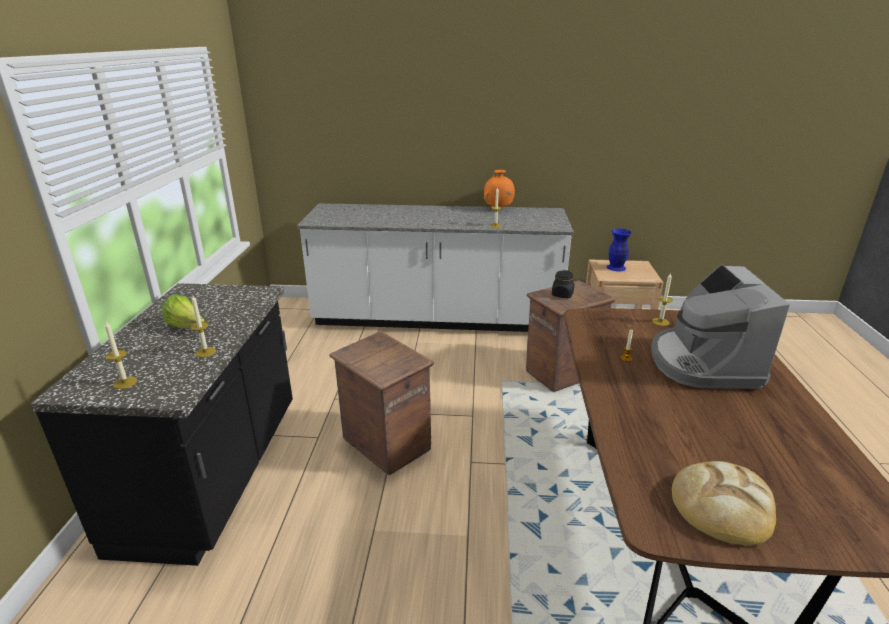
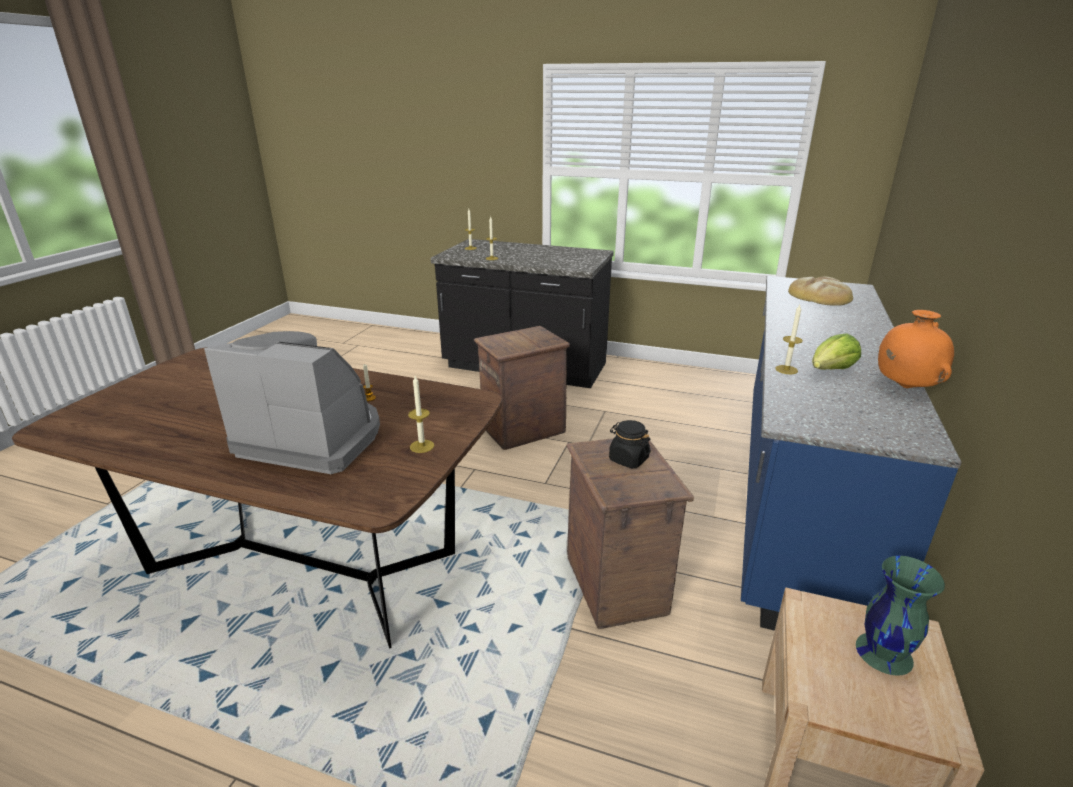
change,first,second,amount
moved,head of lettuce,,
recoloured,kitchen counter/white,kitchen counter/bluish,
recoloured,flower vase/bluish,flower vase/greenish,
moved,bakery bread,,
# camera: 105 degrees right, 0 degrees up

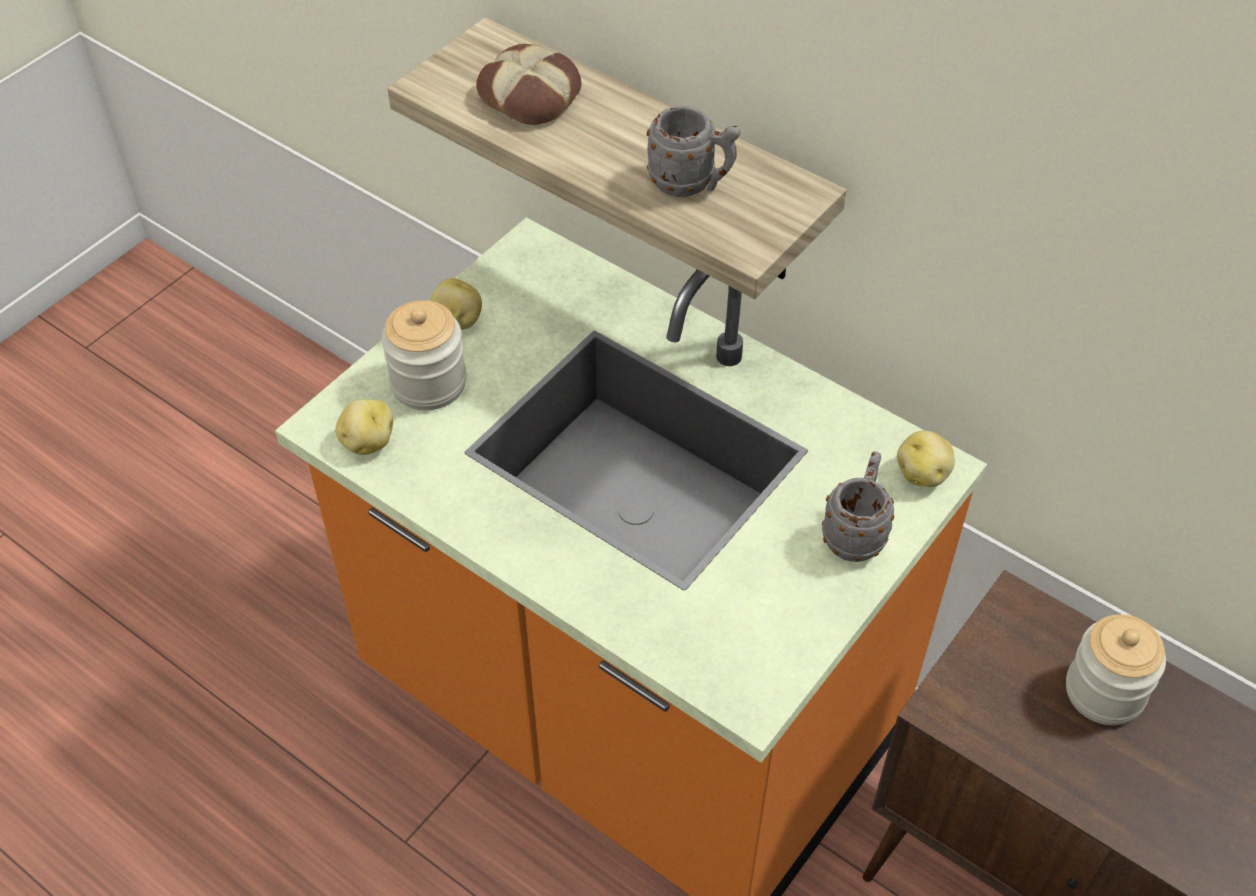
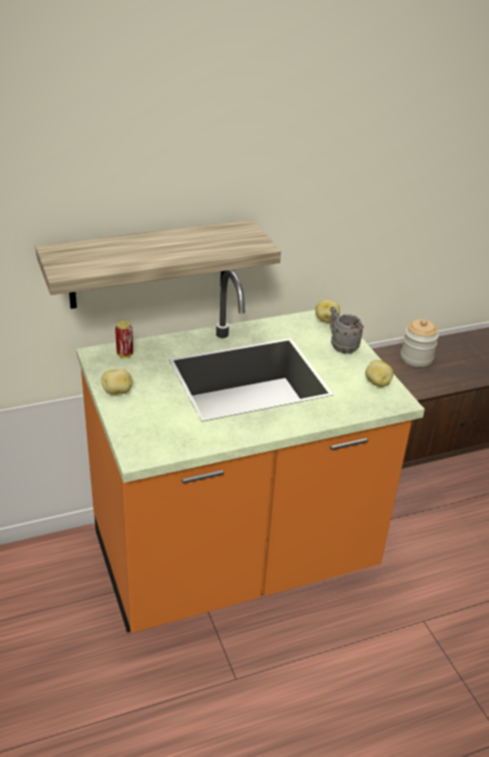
change,first,second,amount
moved,whole potato (1st from left in the first image),whole potato (3rd from left),
removed,jar (1st from left),,
removed,bakery bread,,
removed,tea mug/grey (1st from left),,
added,,sealed can,
# camera: 60 degrees left, 15 degrees down

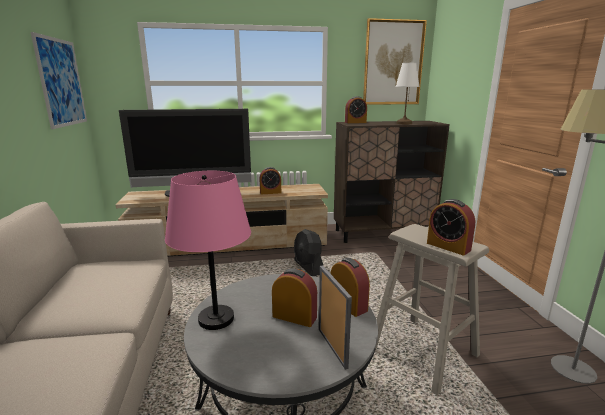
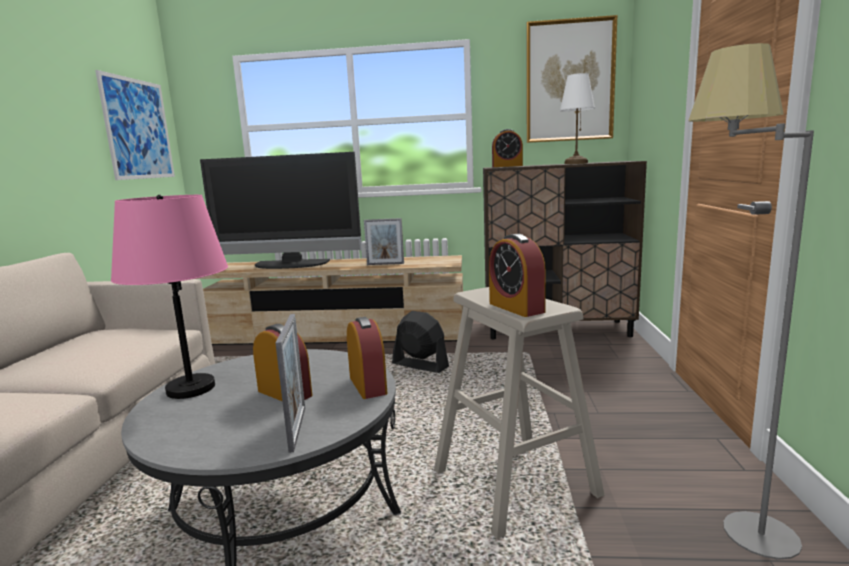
change,first,second,amount
replaced,table clock (1st from left),picture frame (2nd from left),
turned,cooling fan/blackish,,135 degrees clockwise
# camera: 15 degrees right, 5 degrees down

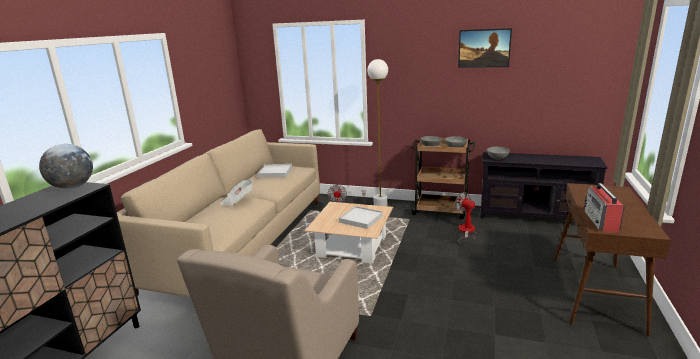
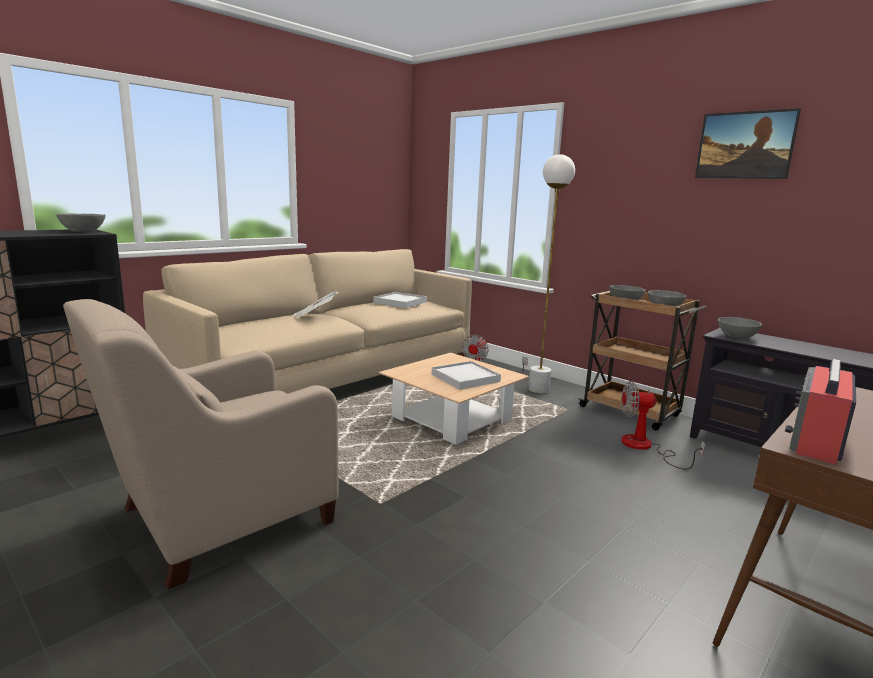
change,first,second,amount
replaced,globe,serving bowl/grey (1st from left),
turned,cooling fan (2nd from left),,75 degrees counterclockwise
# camera: 25 degrees right, 5 degrees down

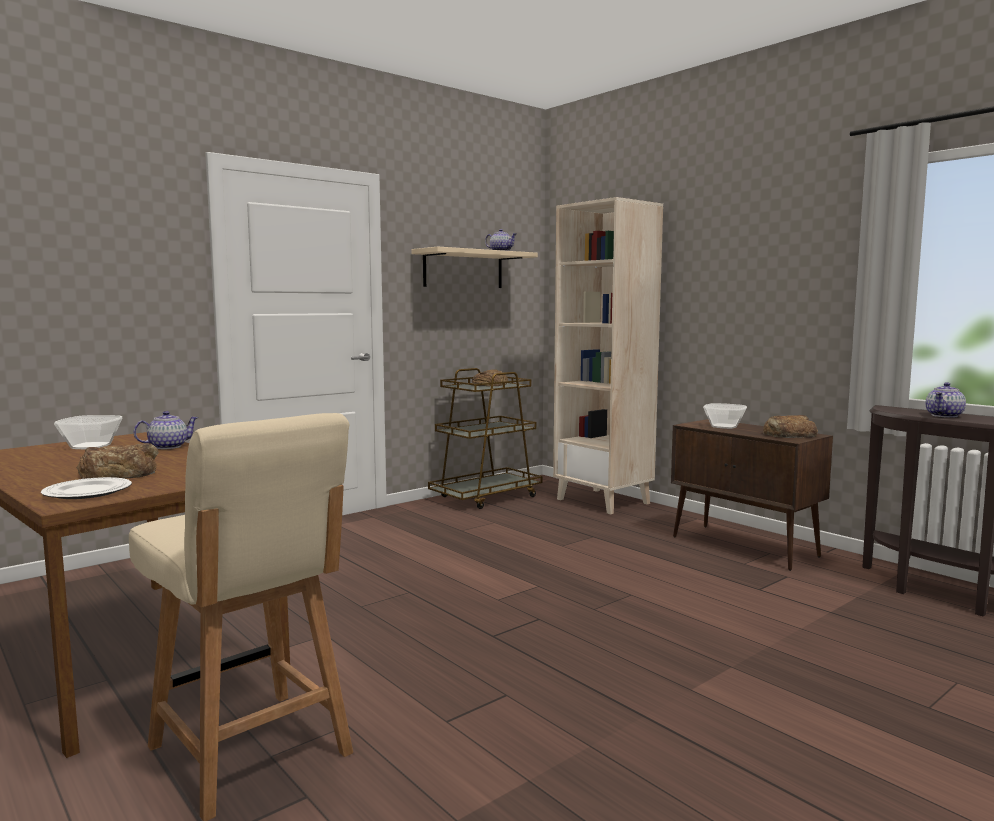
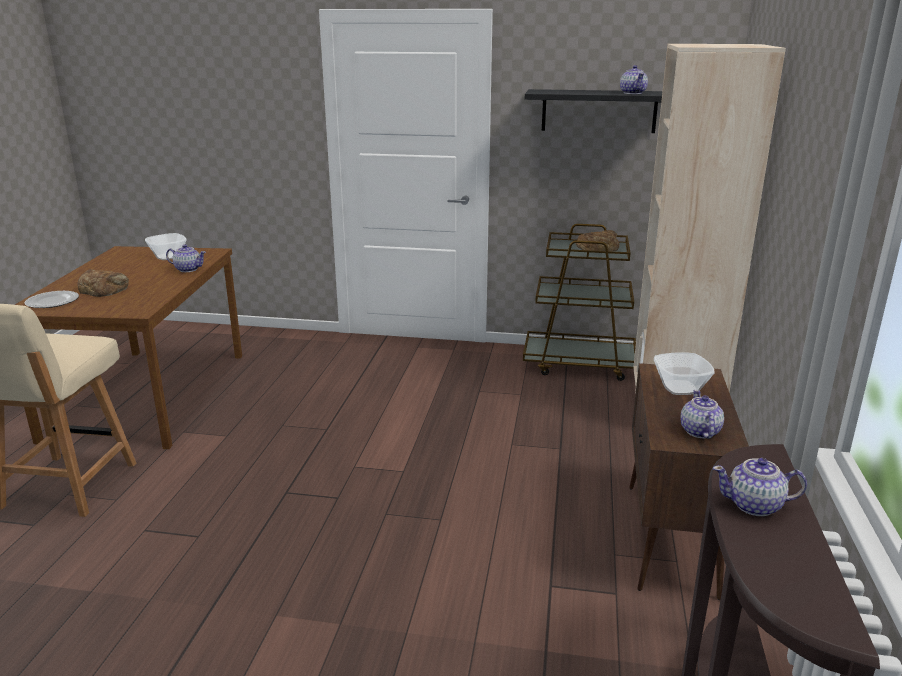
change,first,second,amount
recoloured,shelf/beige,shelf/blackish,
replaced,bakery bread (3rd from left),tea pot (3rd from left),
# camera: 50 degrees right, 15 degrees up

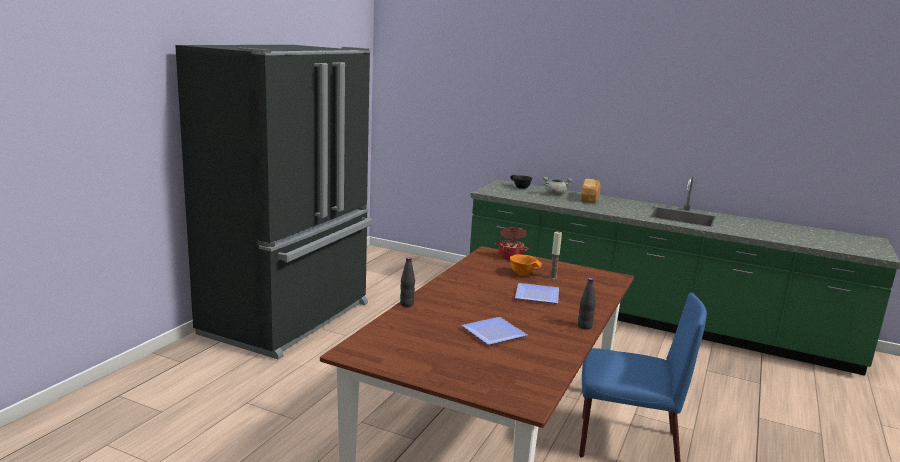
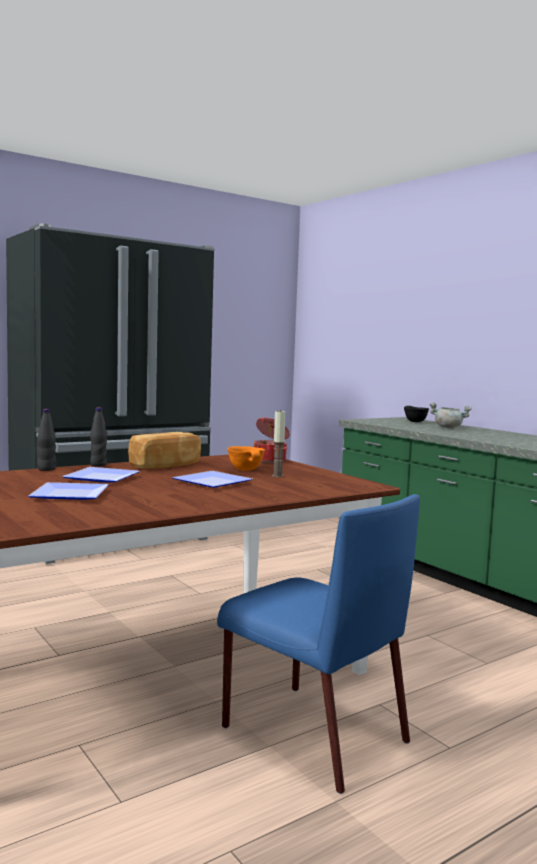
change,first,second,amount
moved,bottle/blackish (2nd from left),,
moved,bakery bread,,
added,,dinner plate (2nd from left),
# camera: 30 degrees right, 10 degrees down

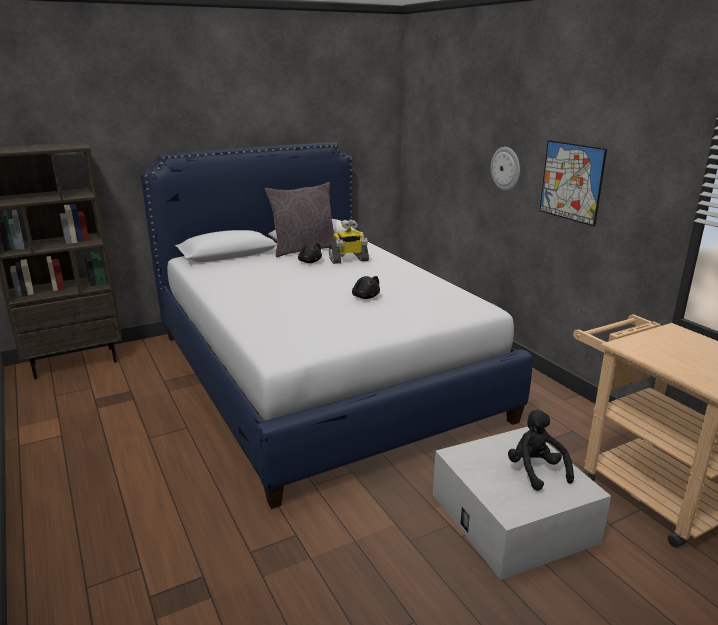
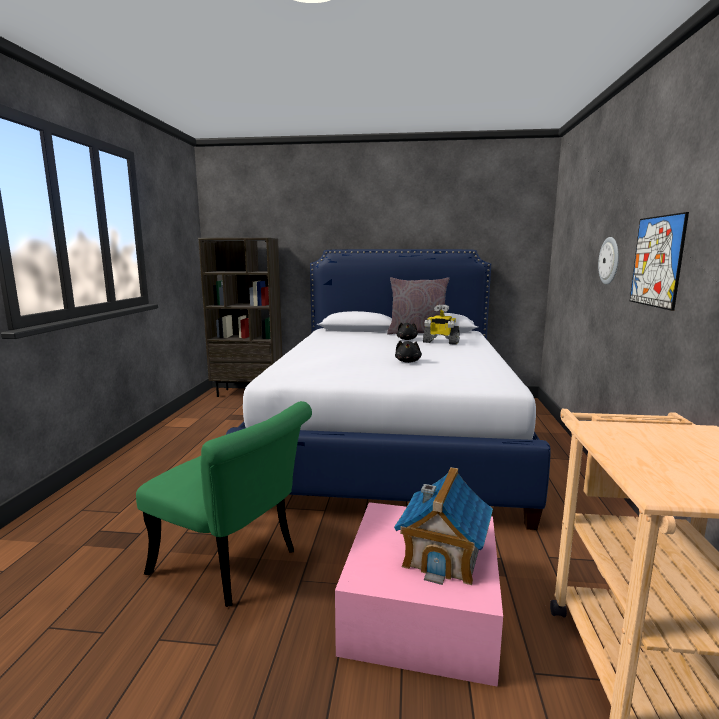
change,first,second,amount
recoloured,storage container/white,storage container/pink,
replaced,cuddly toy/blackish (3rd from left),miniature house,
added,,upright chair/greenish,
# camera: 35 degrees right, 10 degrees down

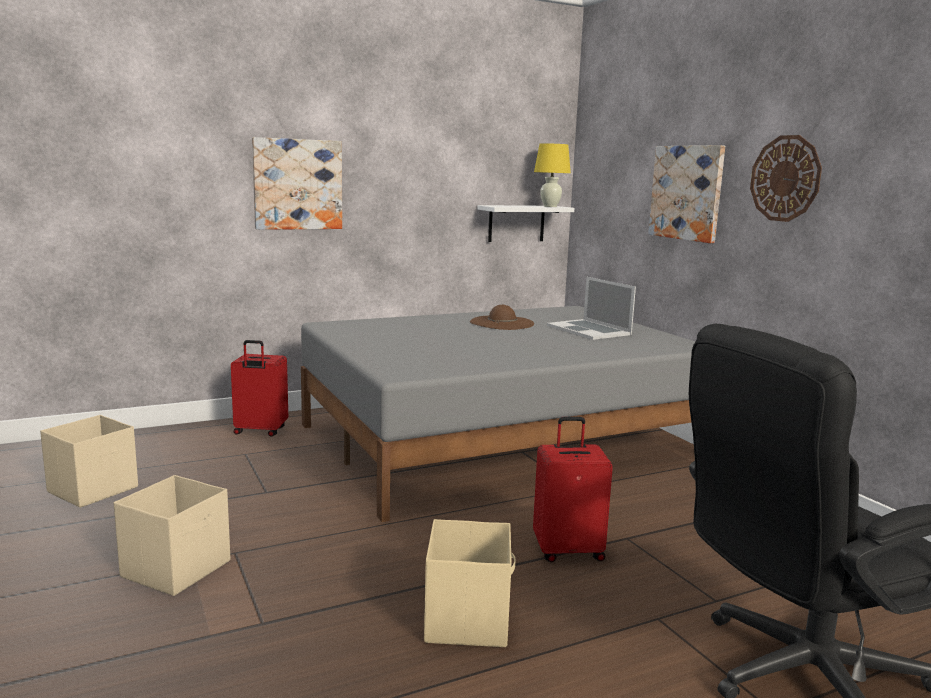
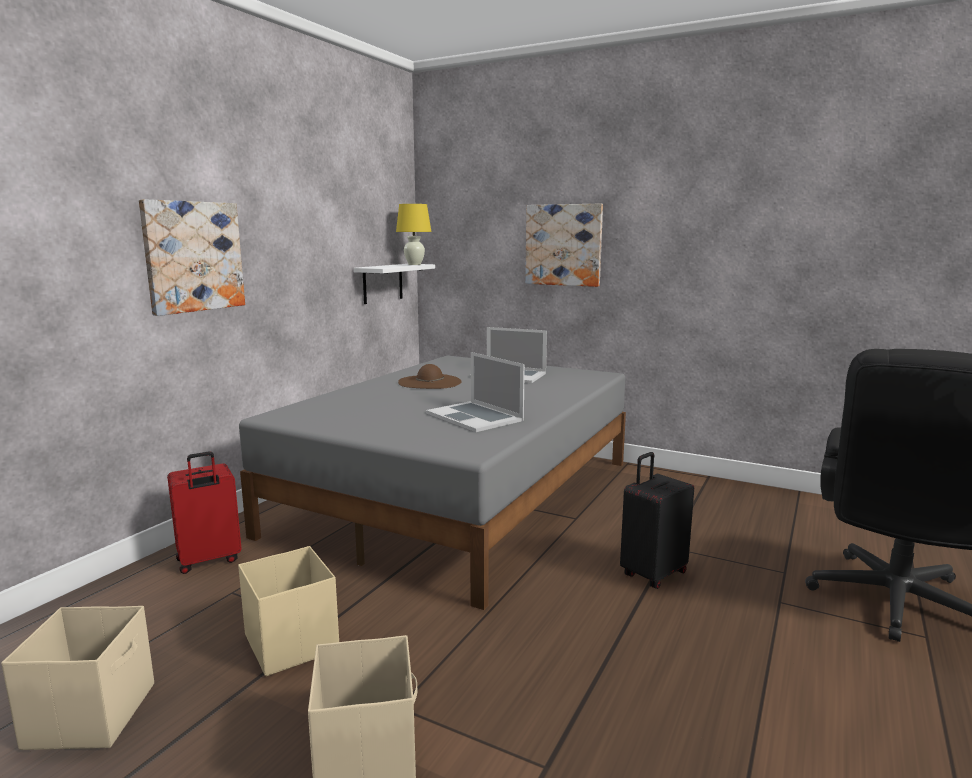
change,first,second,amount
moved,storage container/beige (3rd from left in the first image),storage container/beige (2nd from left),
recoloured,travel case/reddish (2nd from left),travel case/blackish,
removed,wall clock,,
added,,portable computer (1st from left),
# camera: 35 degrees left, 0 degrees up

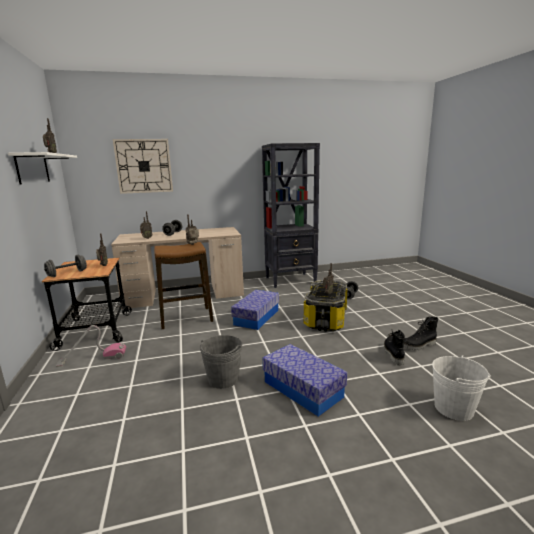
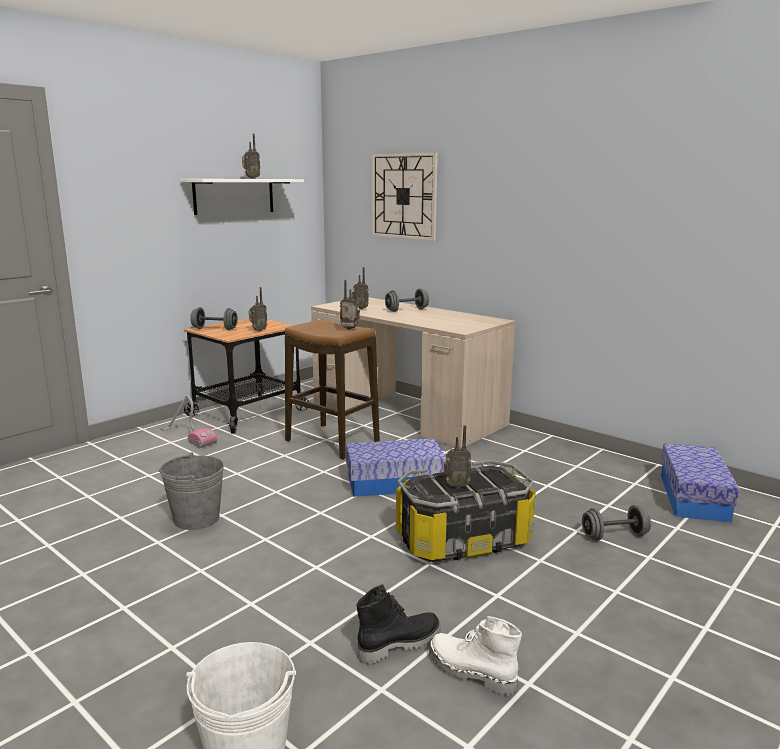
change,first,second,amount
removed,shelving unit/blackish,,
moved,storage container (2nd from left in the first image),storage container (3rd from left),
recoloured,tall boot/blackish (2nd from left),tall boot/white,
# camera: 55 degrees right, 0 degrees up

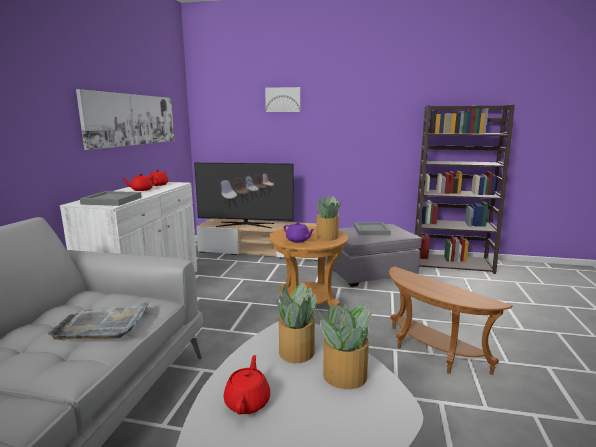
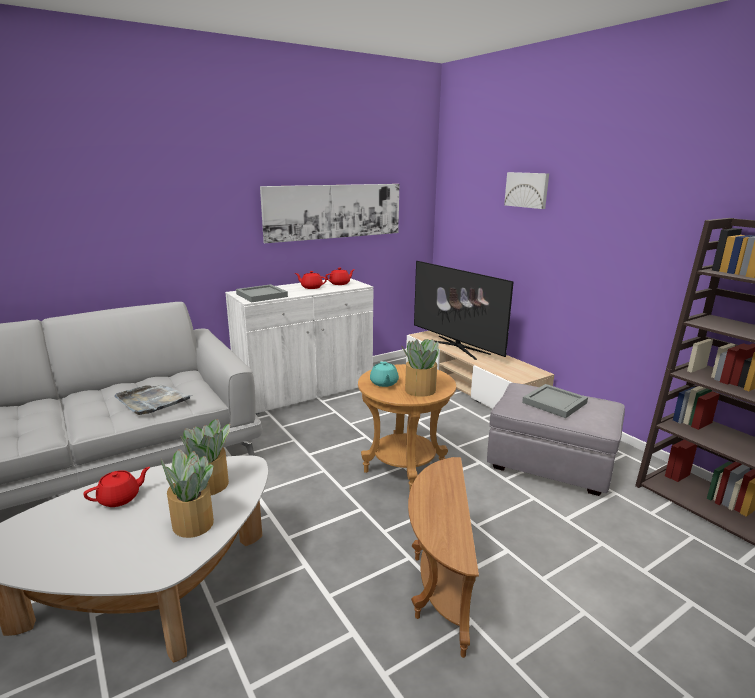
change,first,second,amount
recoloured,tea pot/purple-coloured,tea pot/blue-green,
# camera: 45 degrees right, 5 degrees up

